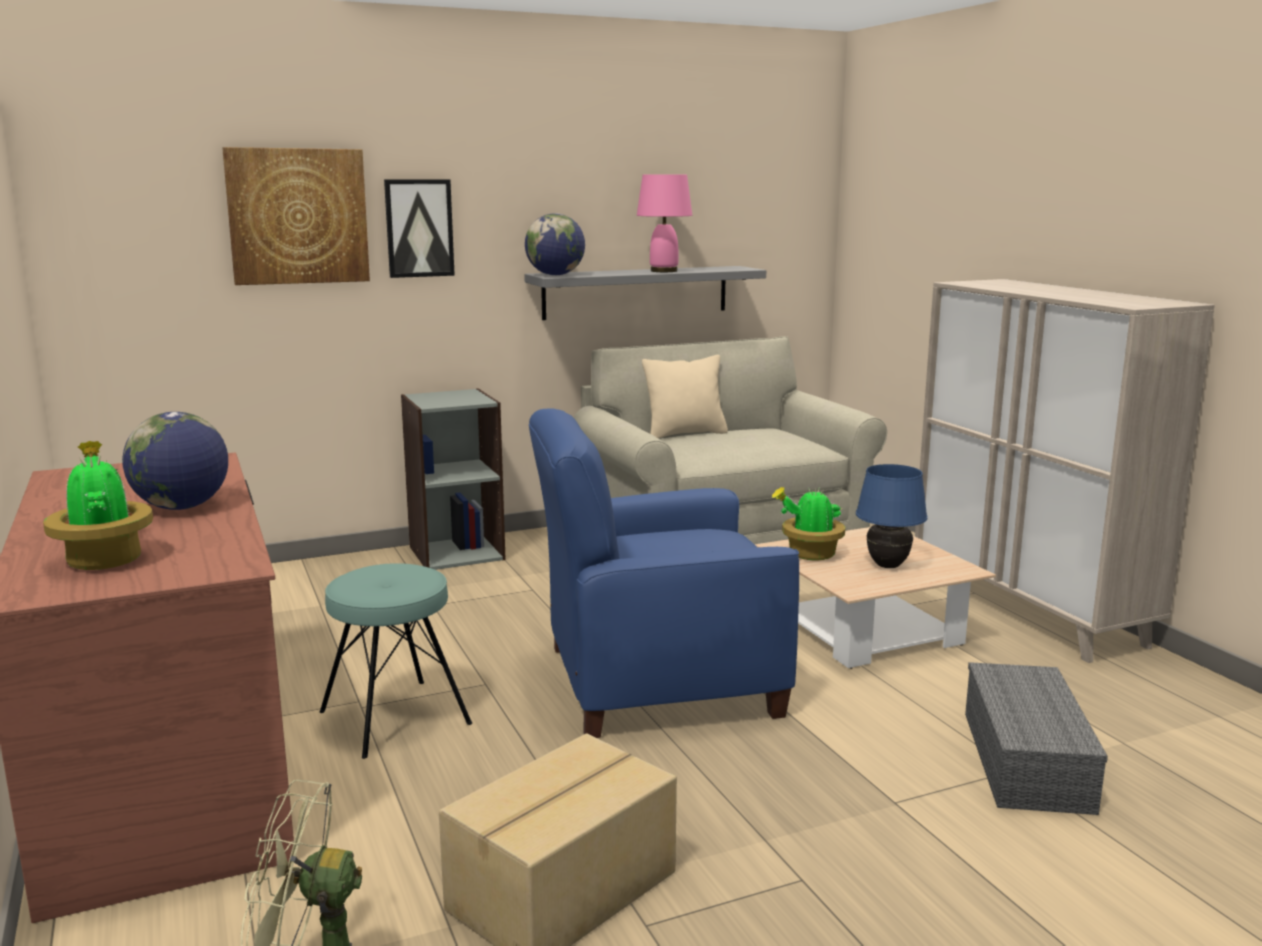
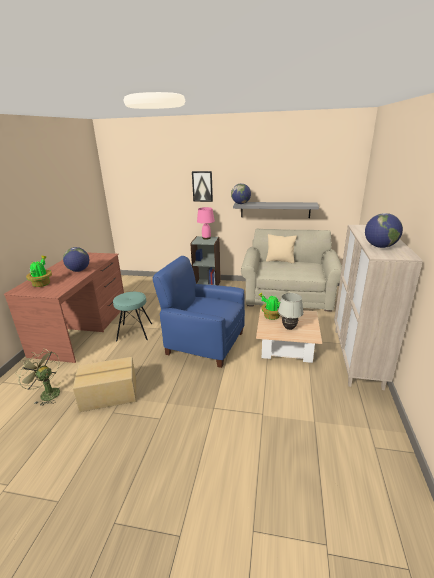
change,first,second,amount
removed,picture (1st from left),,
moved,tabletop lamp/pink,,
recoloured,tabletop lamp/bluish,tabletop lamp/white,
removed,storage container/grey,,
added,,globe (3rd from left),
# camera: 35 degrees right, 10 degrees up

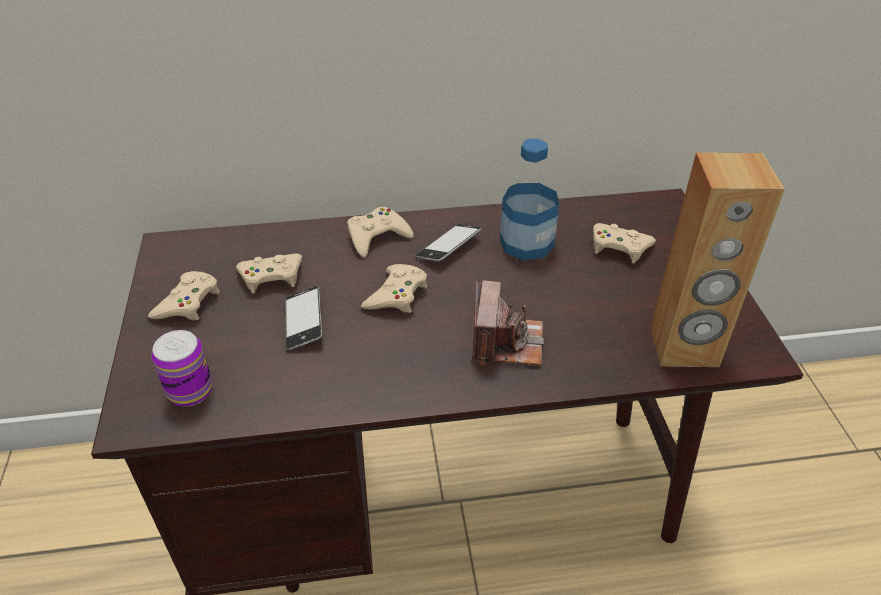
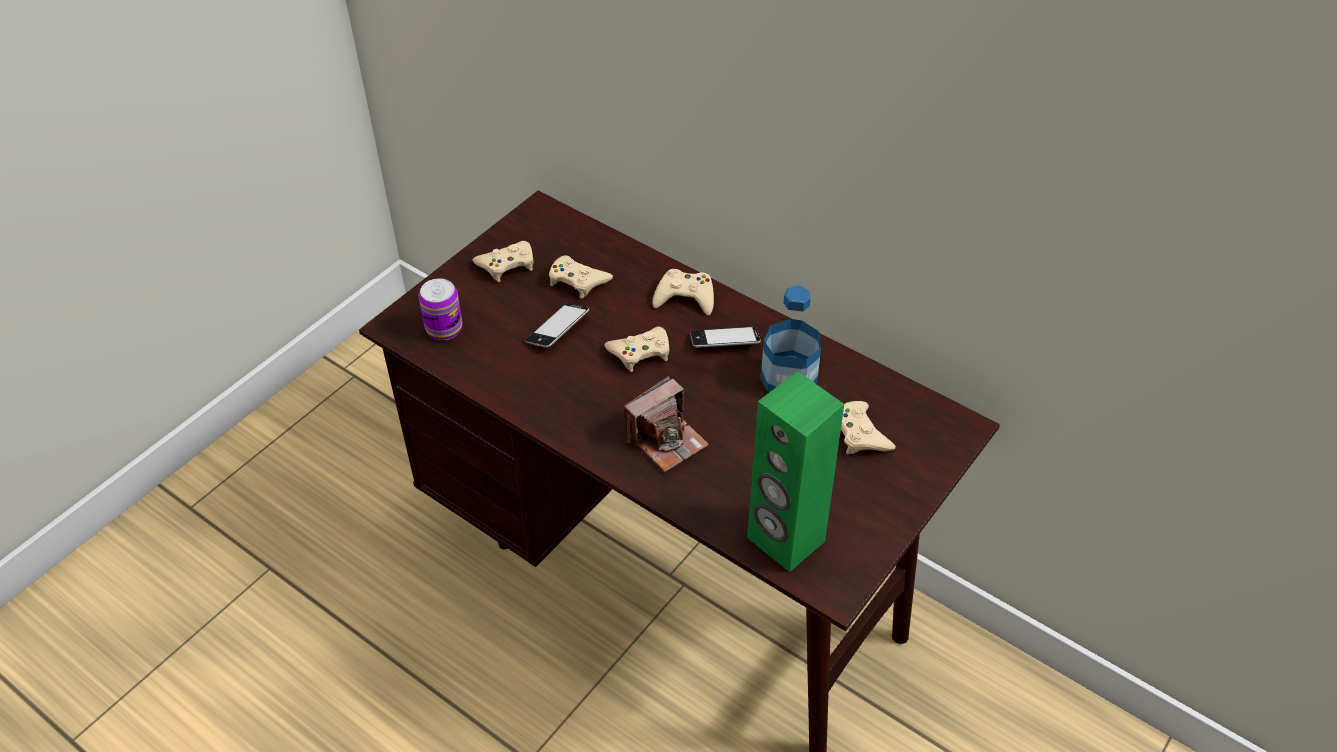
change,first,second,amount
recoloured,speaker/brownish,speaker/greenish,
# camera: 45 degrees right, 5 degrees up

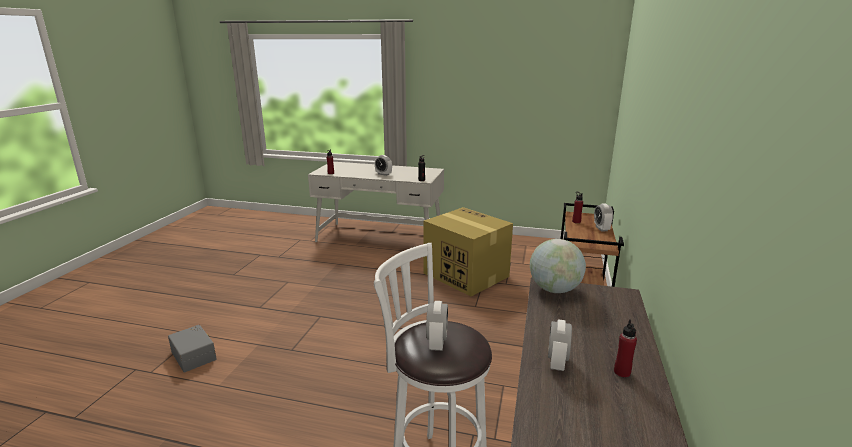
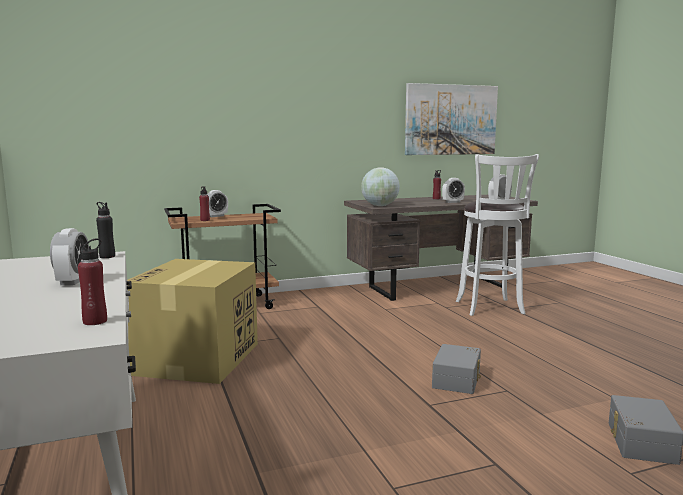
change,first,second,amount
added,,picture,
added,,storage container/grey (1st from left),
# camera: 125 degrees left, 10 degrees down

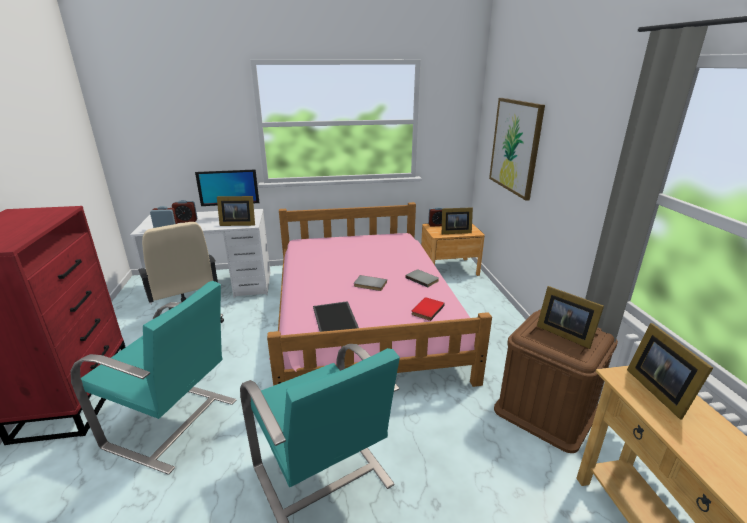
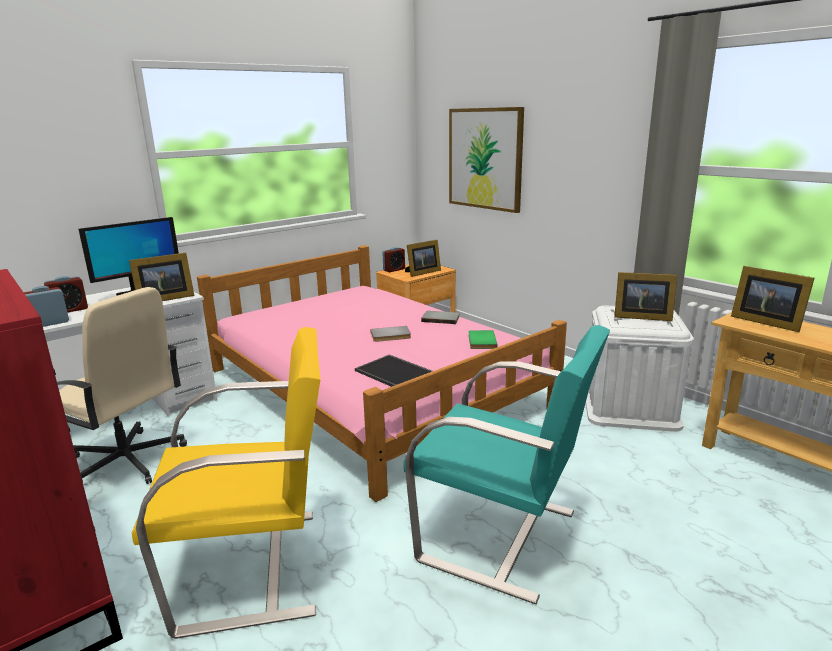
change,first,second,amount
recoloured,lounge chair/blue-green (1st from left),lounge chair/yellowish,
recoloured,book/reddish,book/greenish,
recoloured,storage container/brownish,storage container/white,
# camera: 30 degrees left, 5 degrees down

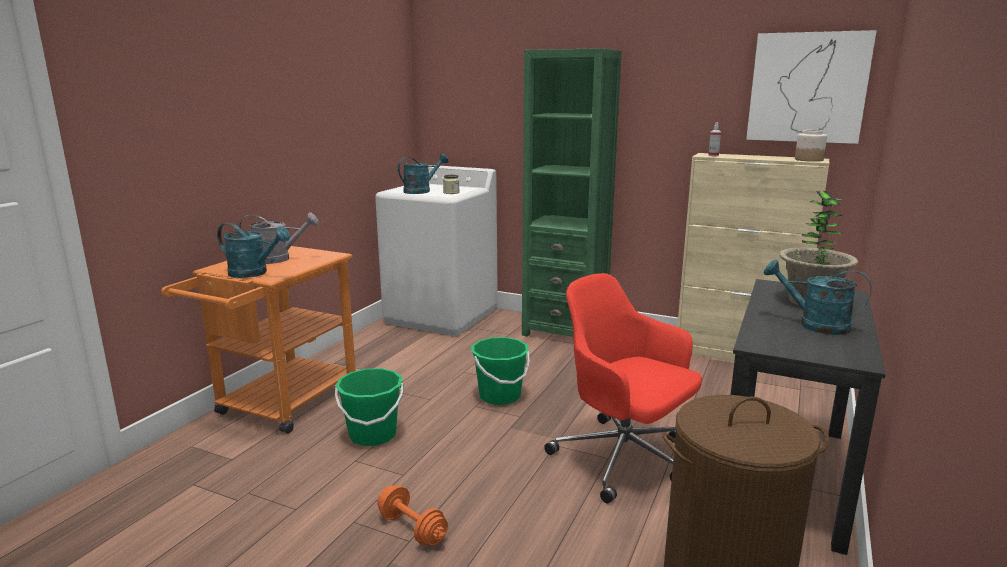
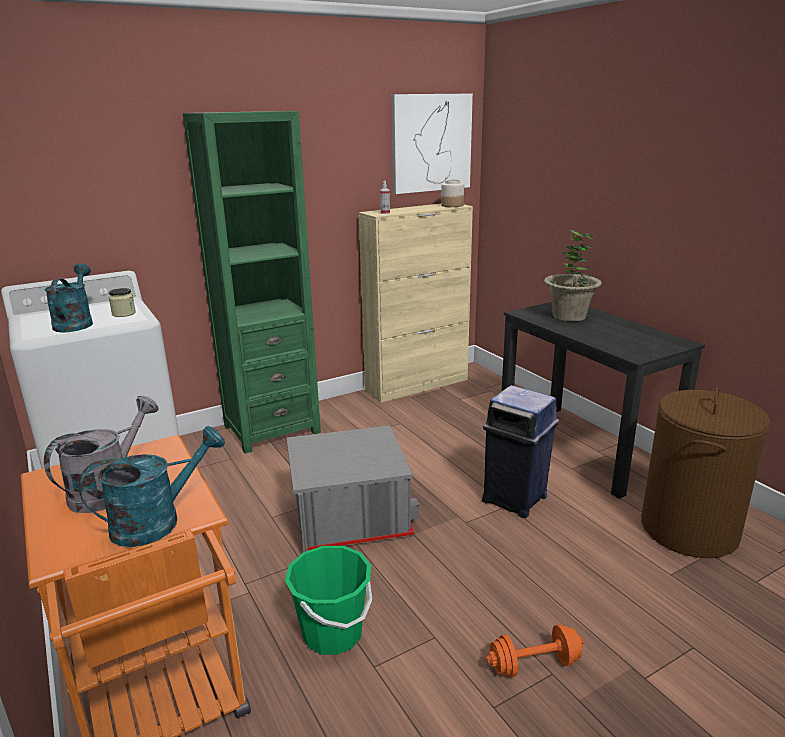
change,first,second,amount
replaced,water bucket/greenish (2nd from left),storage container/grey,
replaced,computer chair/reddish,waste bin/bluish,
removed,watering can/blue-green (3rd from left),,
# camera: 55 degrees left, 5 degrees up

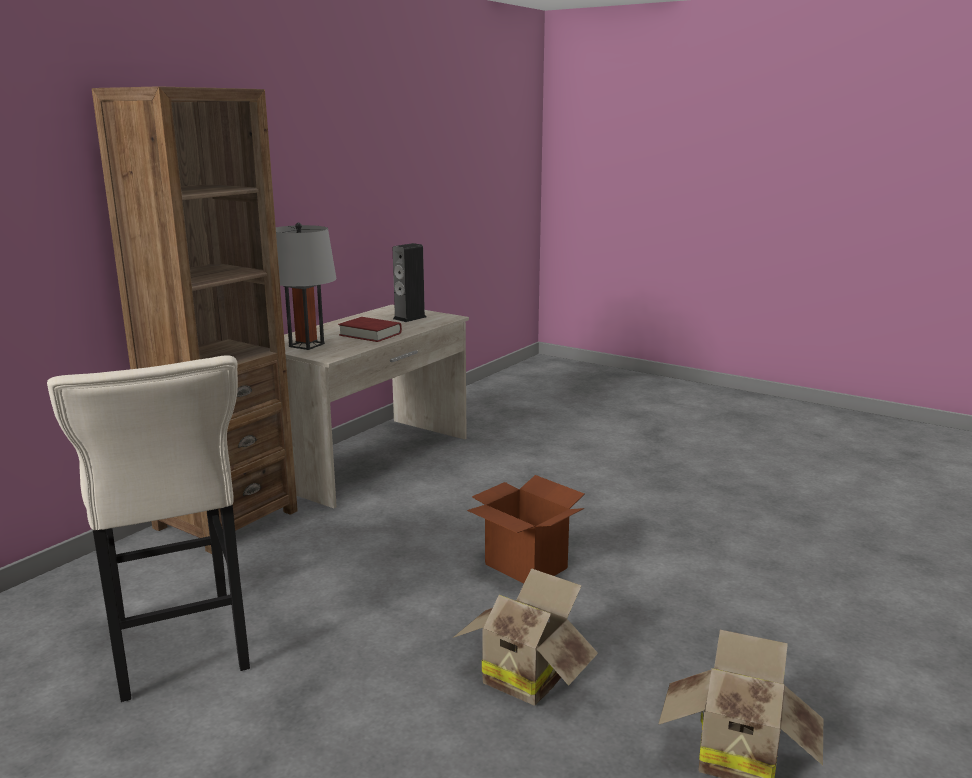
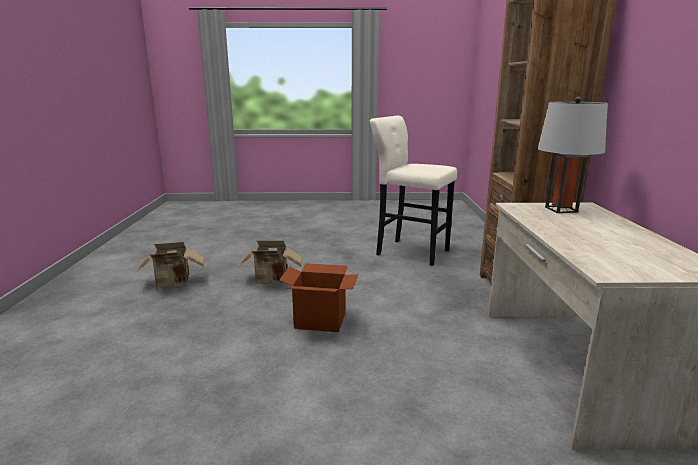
change,first,second,amount
removed,book/reddish,,
removed,speaker,,
# camera: 145 degrees right, 0 degrees up

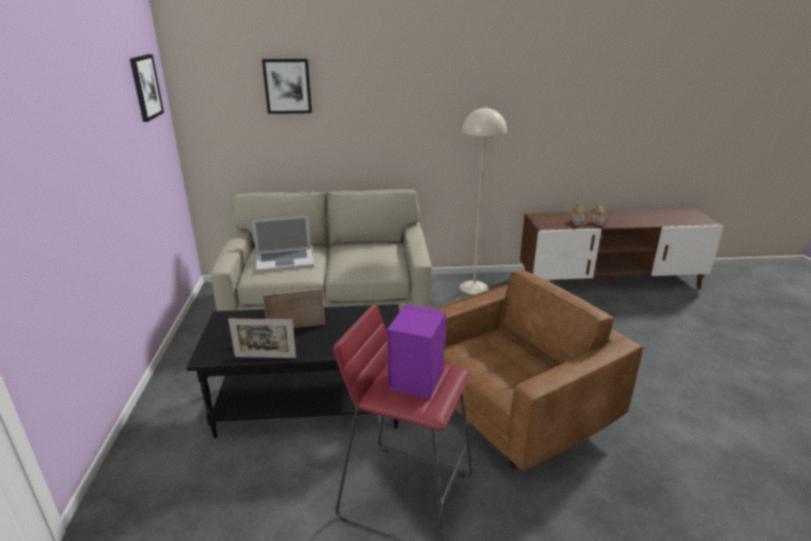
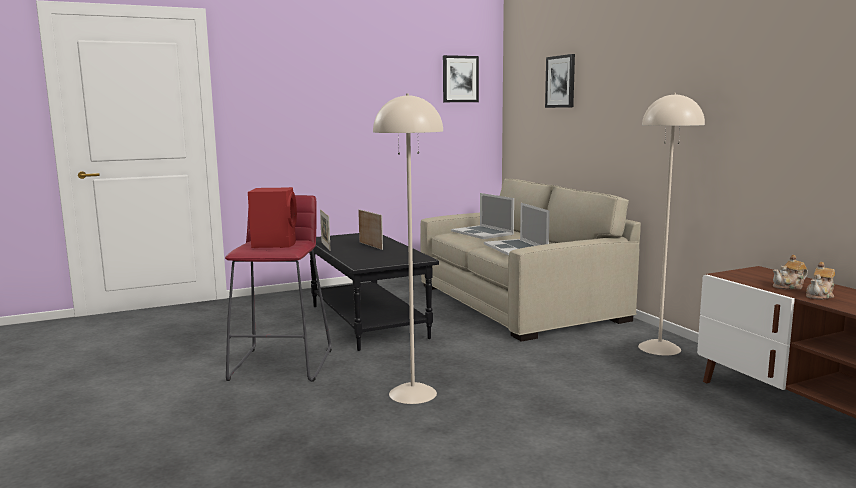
change,first,second,amount
recoloured,speaker/purple-coloured,speaker/reddish,
replaced,lounge chair/brownish,standard lamp/beige (1st from left),
added,,portable computer (2nd from left),
# camera: 70 degrees right, 15 degrees down

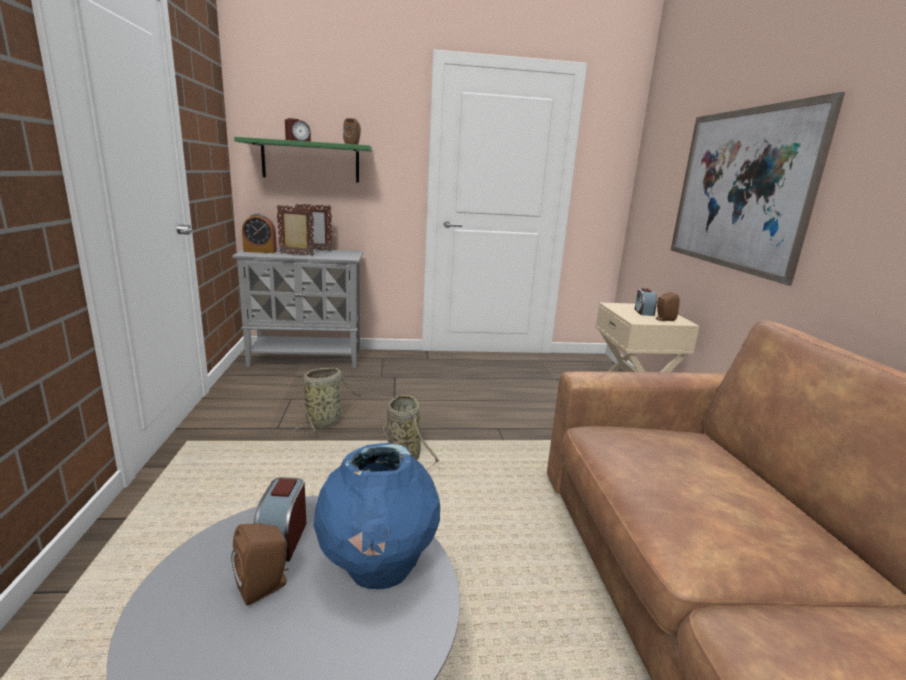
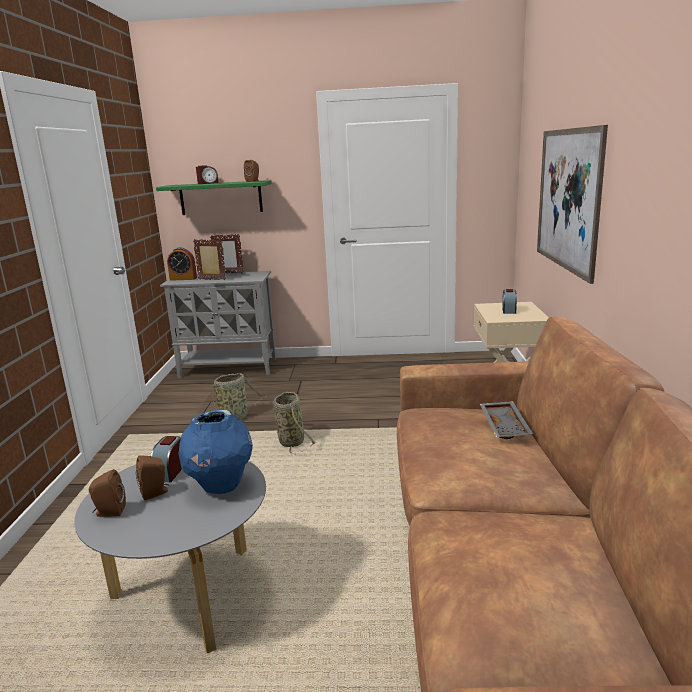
change,first,second,amount
moved,speaker/brownish (3rd from left in the first image),speaker/brownish (1st from left),
added,,carrying tray/grey,
# camera: 10 degrees right, 0 degrees up

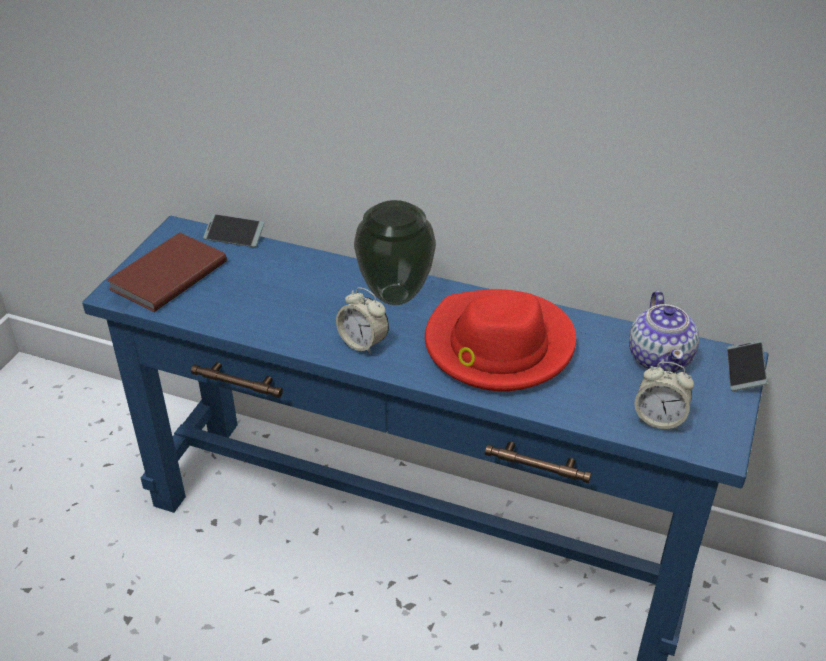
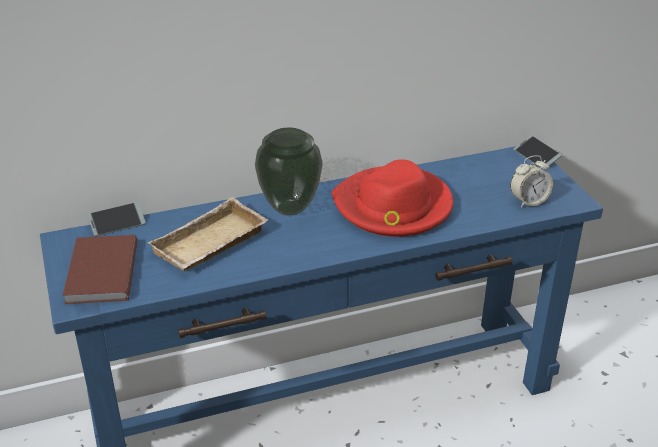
change,first,second,amount
removed,table clock (1st from left),,
removed,tea pot,,
added,,carrying tray/beige,
# camera: 40 degrees left, 5 degrees down

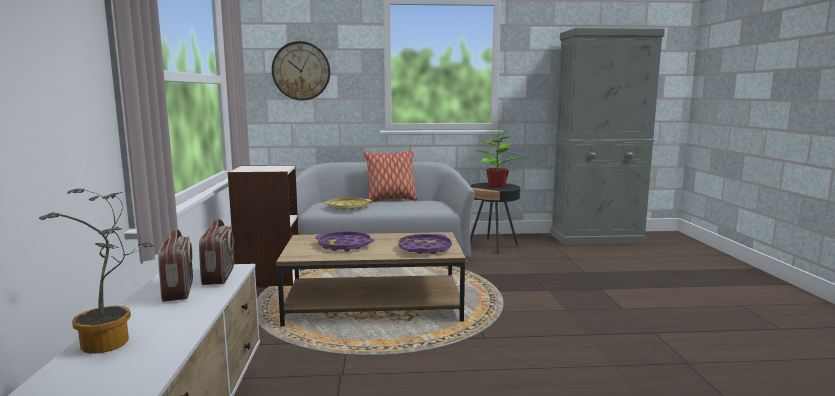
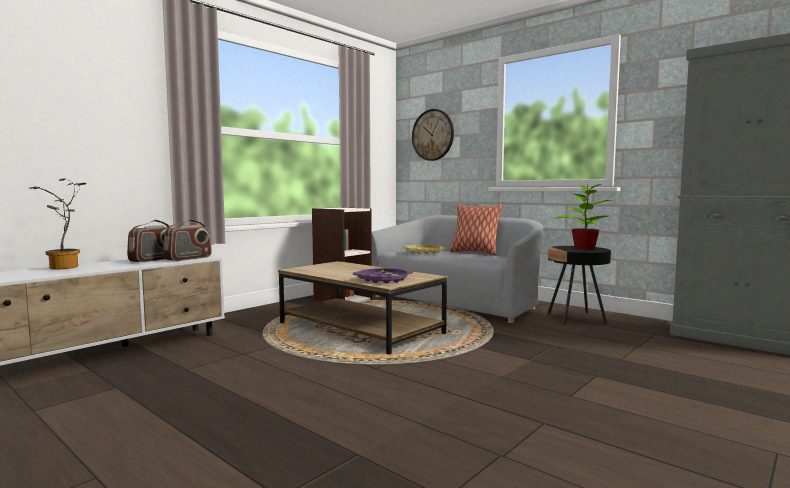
change,first,second,amount
removed,carrying tray/purple-coloured (1st from left),,
# camera: 45 degrees right, 5 degrees down

